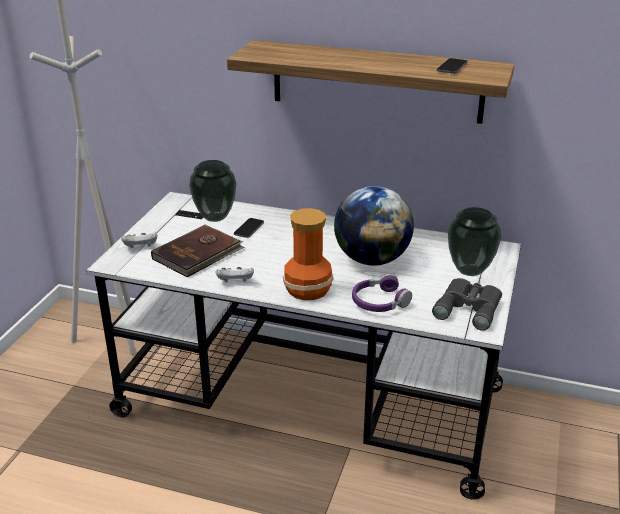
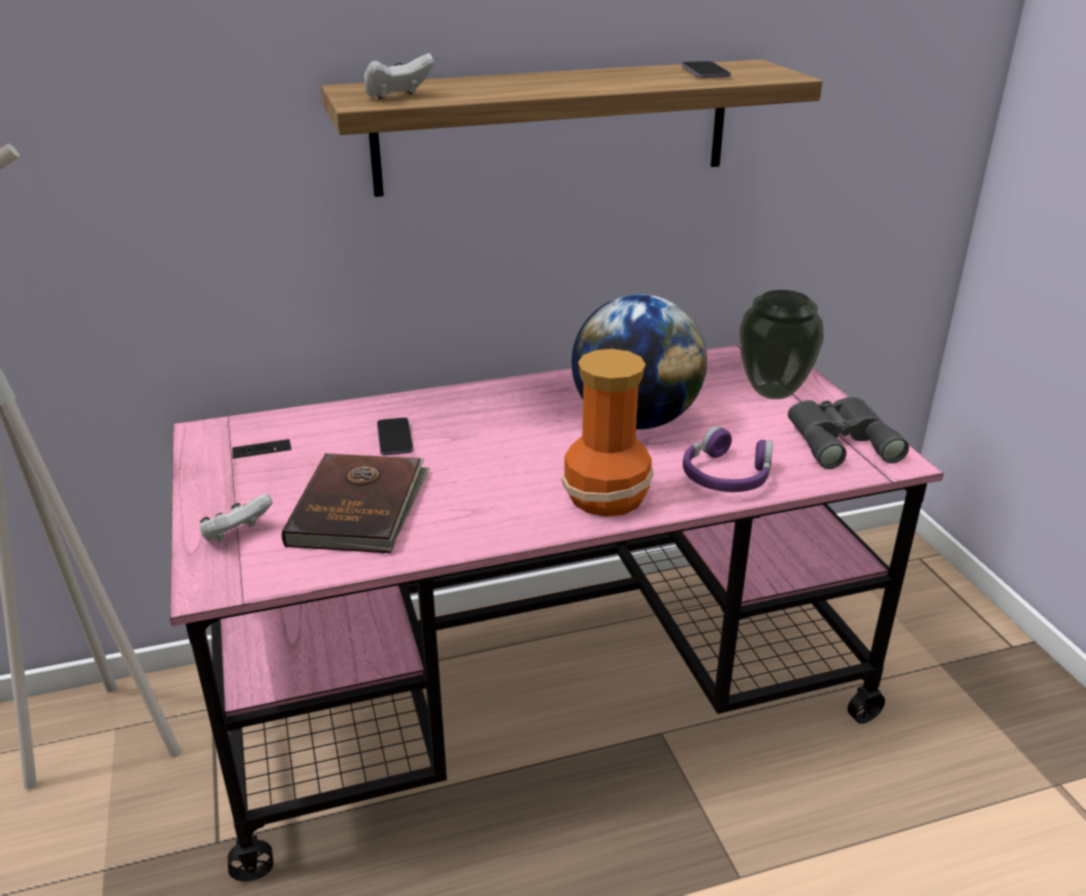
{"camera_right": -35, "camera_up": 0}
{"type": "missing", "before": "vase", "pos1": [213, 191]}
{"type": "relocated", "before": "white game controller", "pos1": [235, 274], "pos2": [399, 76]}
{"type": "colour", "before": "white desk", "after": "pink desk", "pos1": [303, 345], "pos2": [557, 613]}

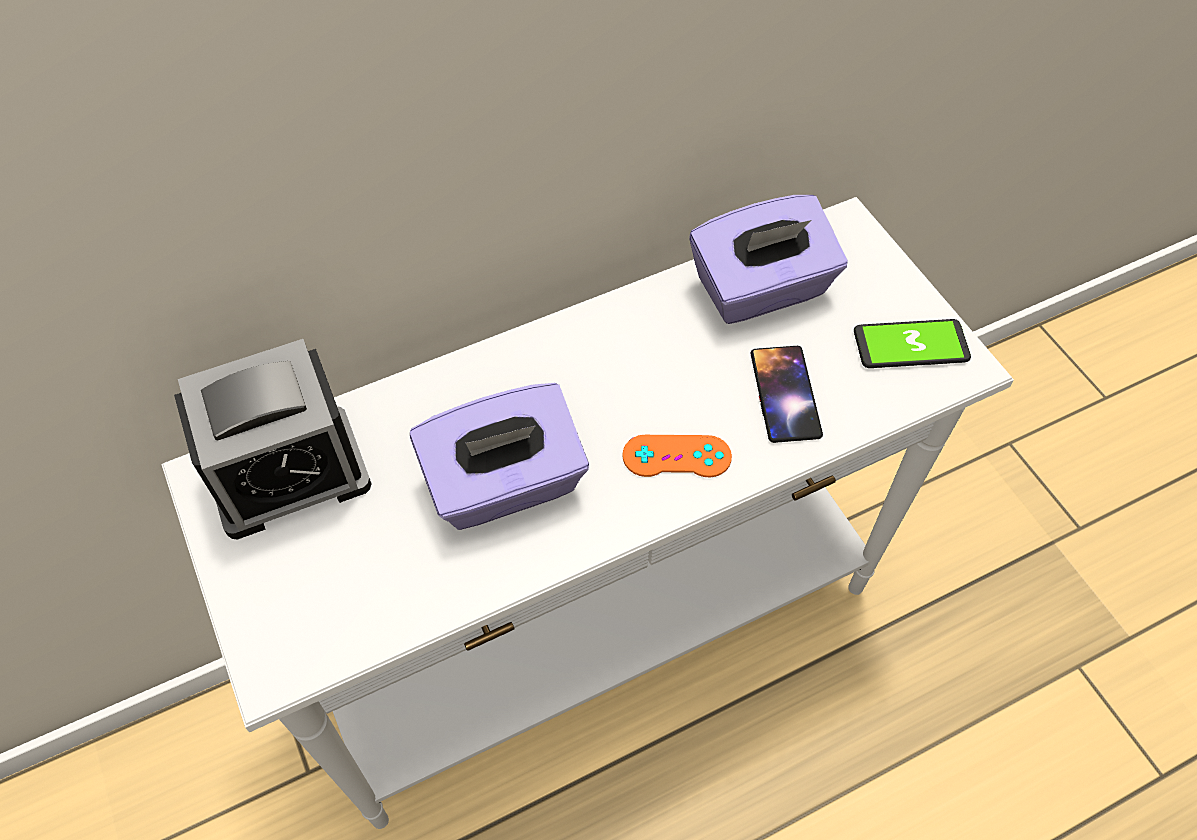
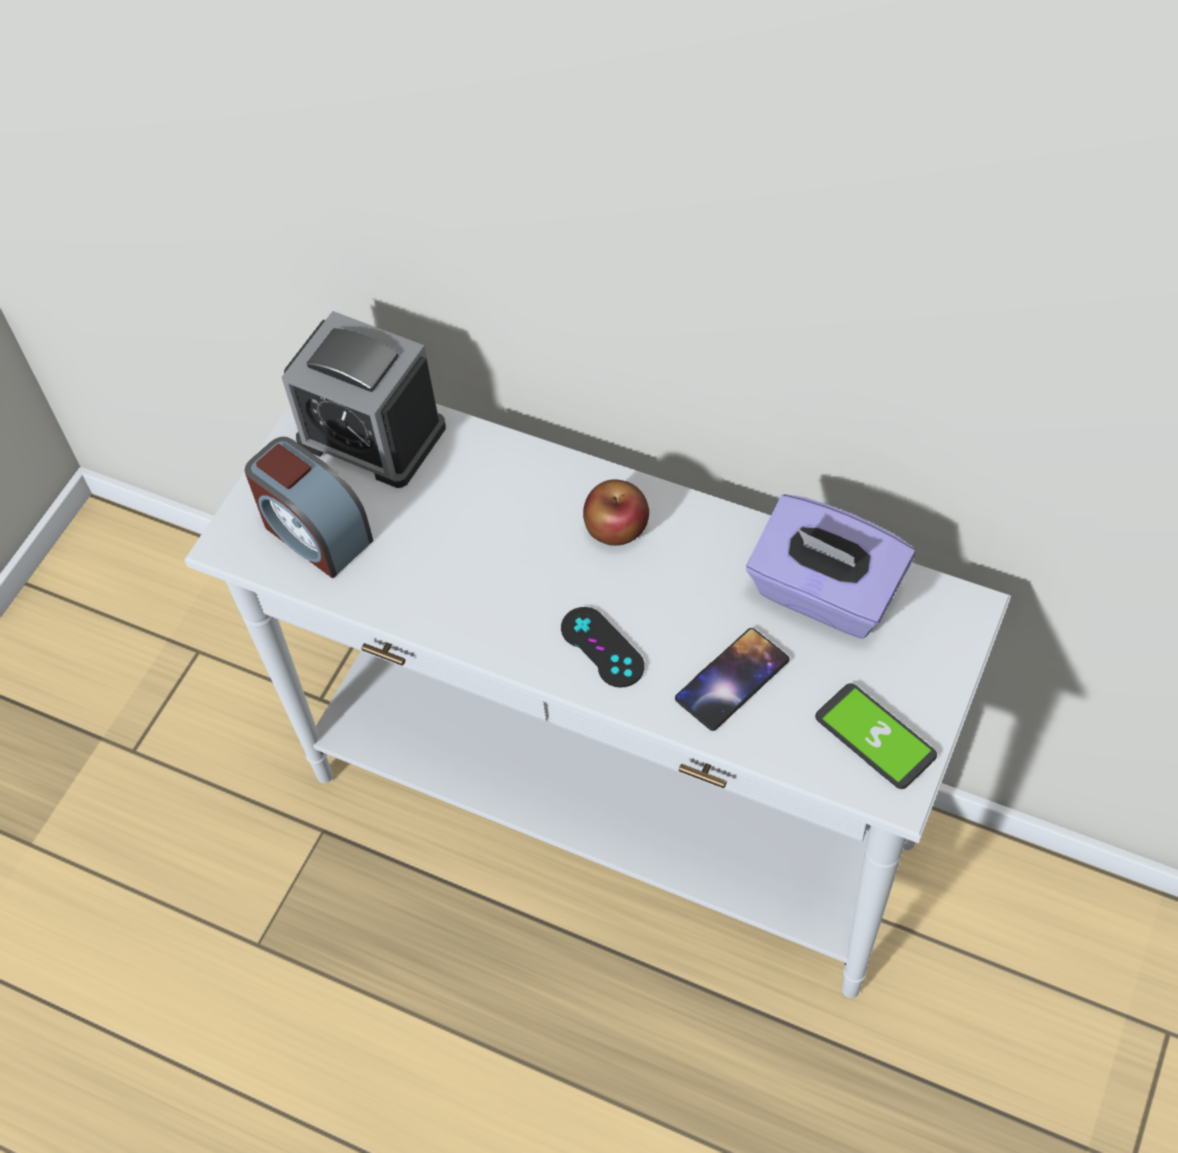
{"camera_right": 55, "camera_up": 0}
{"type": "missing", "before": "purple tissue box", "pos1": [499, 456]}
{"type": "appeared", "after": "alarm clock", "pos2": [309, 507]}
{"type": "appeared", "after": "apple", "pos2": [616, 512]}
{"type": "colour", "before": "orange game controller", "after": "black game controller", "pos1": [677, 456], "pos2": [603, 647]}

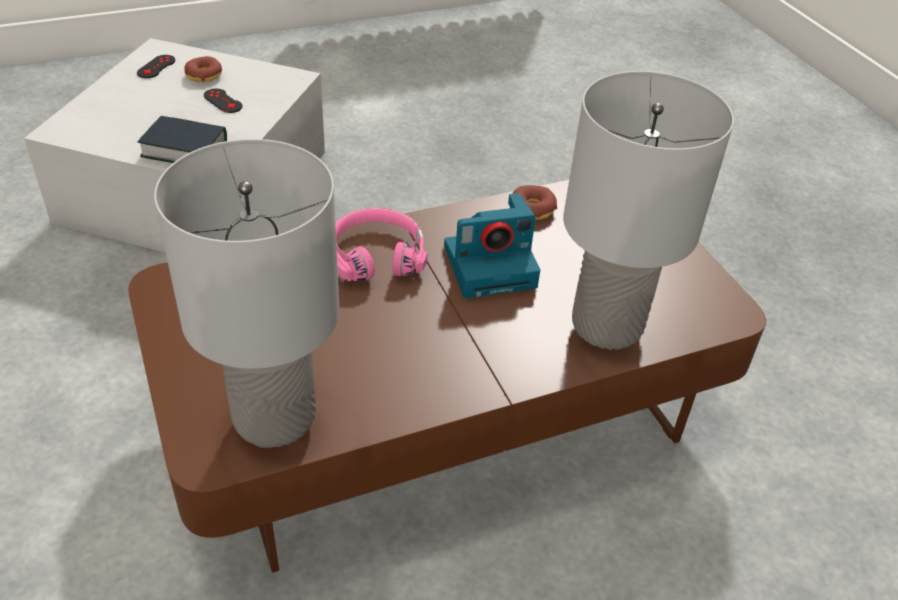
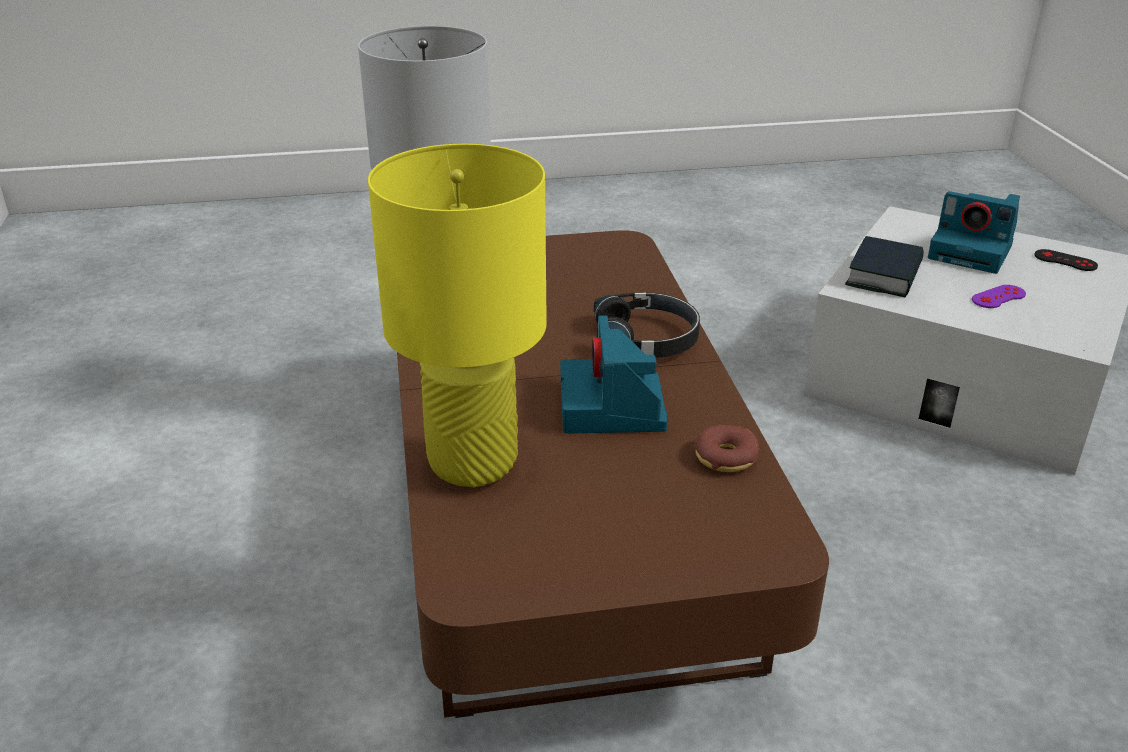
{"camera_right": 105, "camera_up": -10}
{"type": "missing", "before": "donut", "pos1": [203, 69]}
{"type": "appeared", "after": "photo camera", "pos2": [974, 232]}
{"type": "colour", "before": "black game controller", "after": "purple game controller", "pos1": [223, 101], "pos2": [999, 296]}
{"type": "colour", "before": "pink headphones", "after": "black headphones", "pos1": [381, 244], "pos2": [647, 325]}
{"type": "colour", "before": "grey table lamp", "after": "yellow table lamp", "pos1": [648, 210], "pos2": [457, 315]}

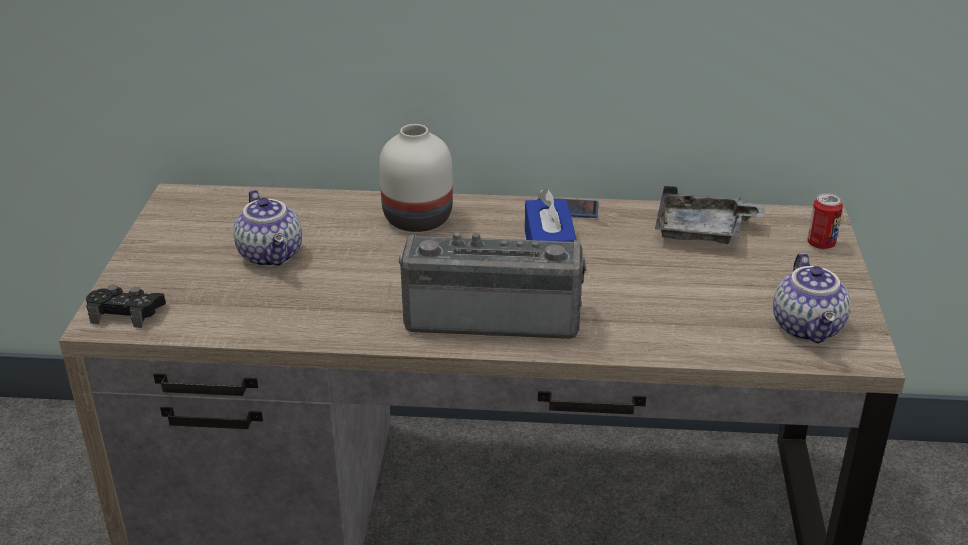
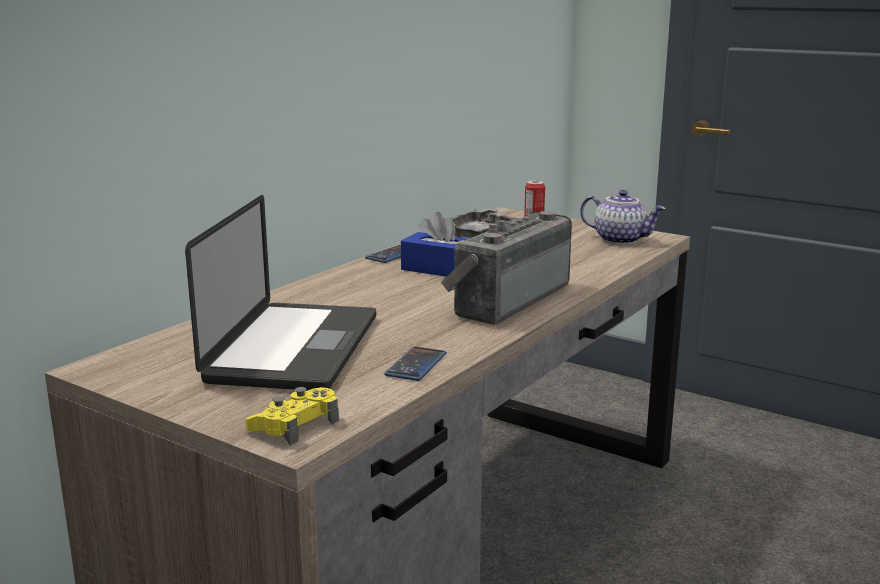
{"camera_right": -60, "camera_up": -15}
{"type": "missing", "before": "white vase", "pos1": [416, 178]}
{"type": "appeared", "after": "phone", "pos2": [415, 363]}
{"type": "exchanged", "before": "teapot", "after": "laptop", "pos1": [267, 228], "pos2": [280, 292]}
{"type": "colour", "before": "black game controller", "after": "yellow game controller", "pos1": [126, 306], "pos2": [292, 416]}

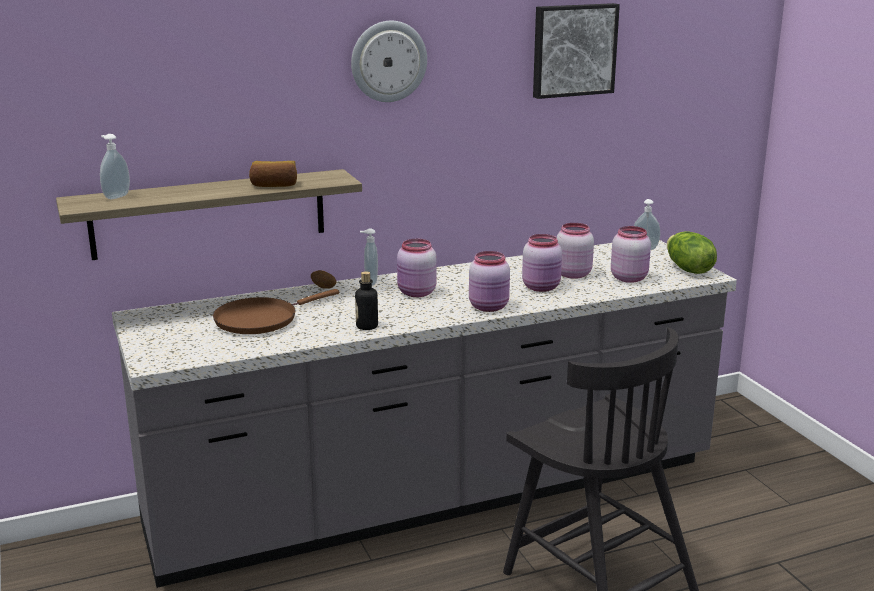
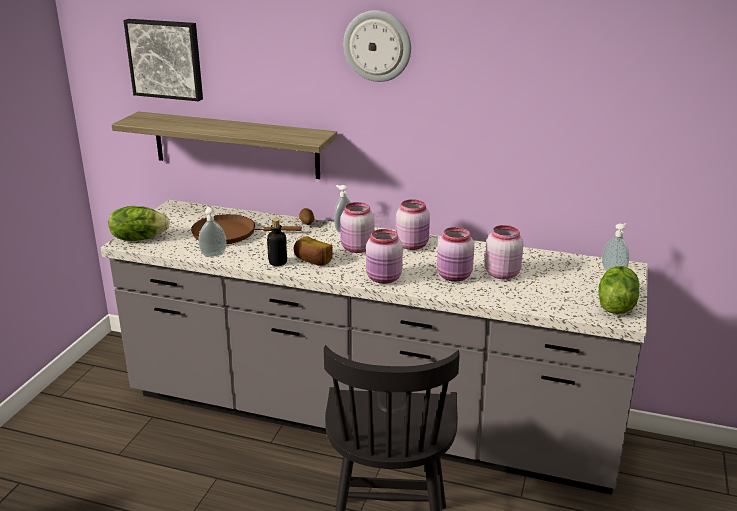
{"camera_right": 40, "camera_up": 5}
{"type": "appeared", "after": "lettuce", "pos2": [139, 223]}
{"type": "relocated", "before": "soap dispenser", "pos1": [115, 166], "pos2": [212, 232]}
{"type": "relocated", "before": "bread", "pos1": [273, 174], "pos2": [313, 251]}
{"type": "relocated", "before": "picture", "pos1": [576, 51], "pos2": [163, 60]}
{"type": "relocated", "before": "pink jar", "pos1": [631, 254], "pos2": [413, 224]}

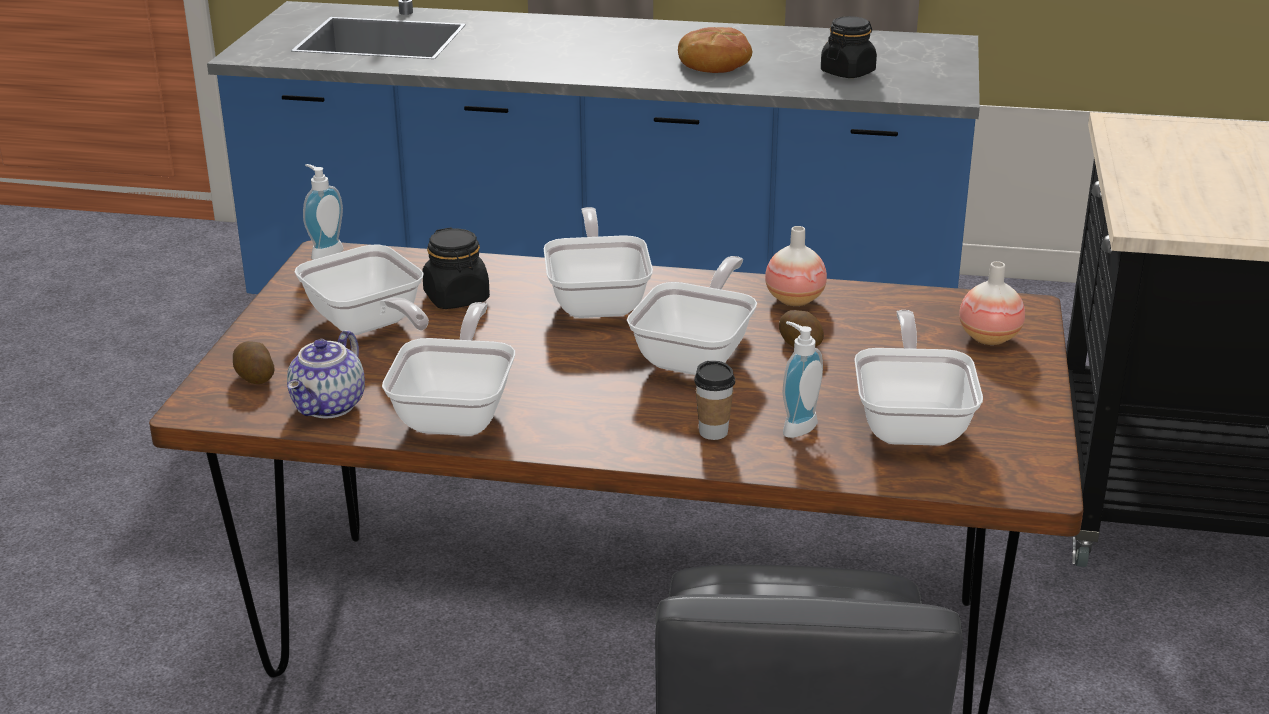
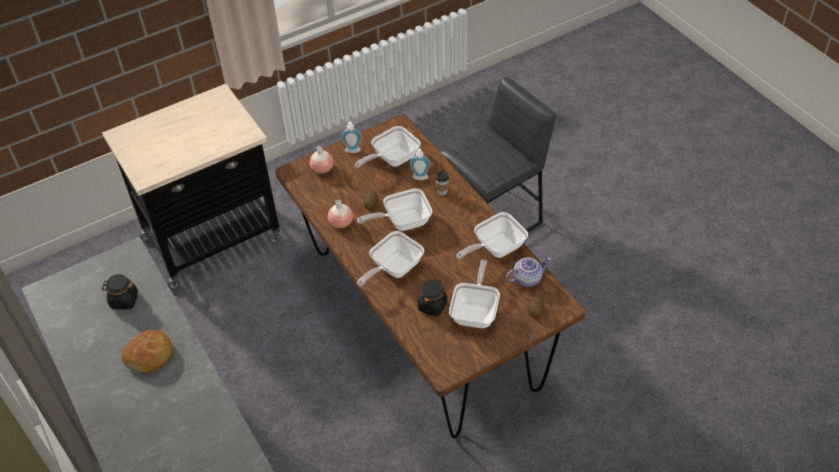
{"camera_right": -130, "camera_up": 20}
{"type": "relocated", "before": "soap dispenser", "pos1": [323, 212], "pos2": [351, 137]}

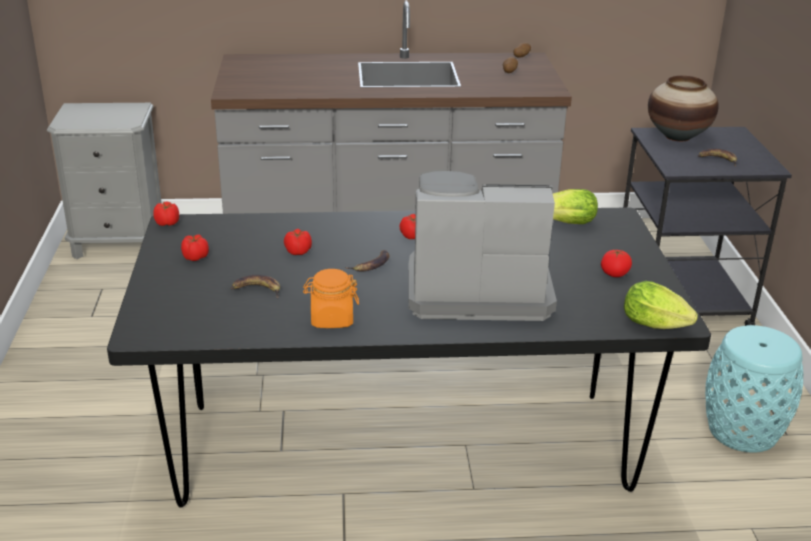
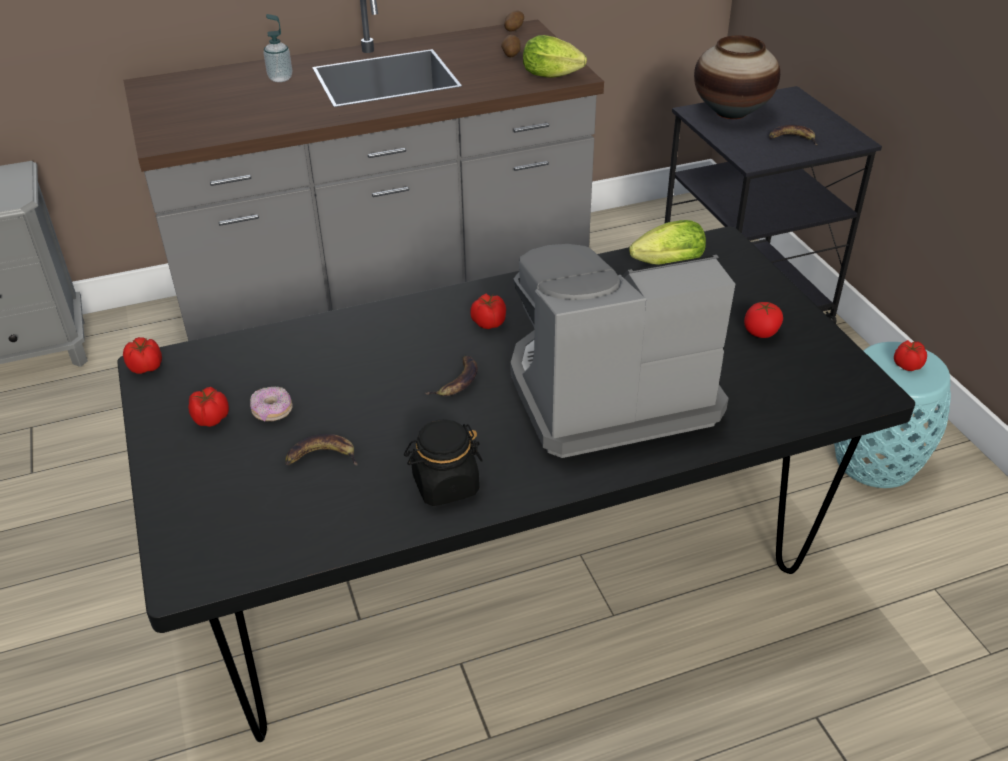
{"camera_right": -15, "camera_up": 10}
{"type": "appeared", "after": "donut", "pos2": [271, 404]}
{"type": "appeared", "after": "soap dispenser", "pos2": [277, 48]}
{"type": "relocated", "before": "tomato", "pos1": [298, 242], "pos2": [910, 355]}
{"type": "relocated", "before": "lettuce", "pos1": [661, 305], "pos2": [555, 56]}
{"type": "colour", "before": "orange jar", "after": "black jar", "pos1": [331, 298], "pos2": [443, 462]}

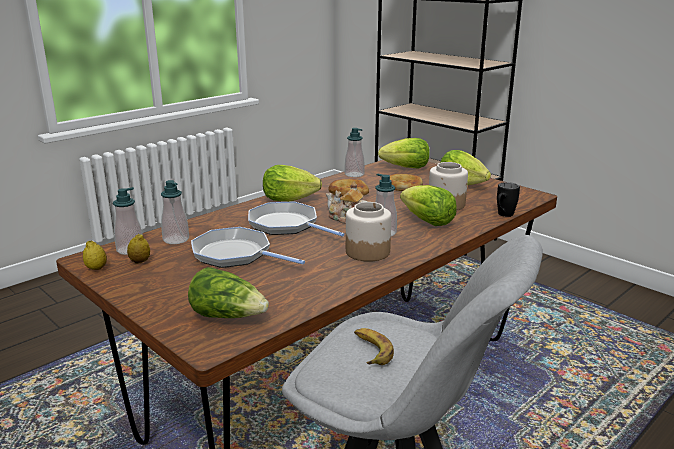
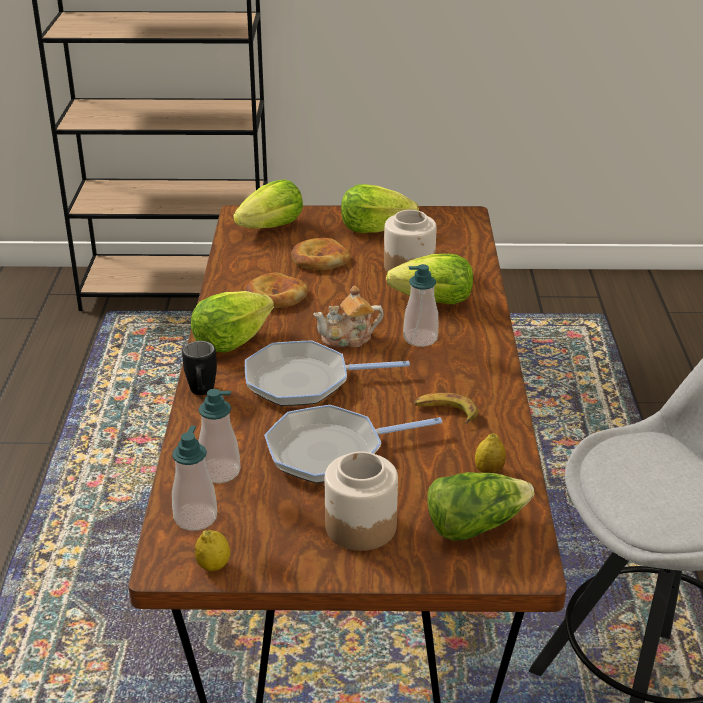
{"camera_right": -45, "camera_up": 10}
{"type": "missing", "before": "soap dispenser", "pos1": [355, 152]}
{"type": "relocated", "before": "lemon", "pos1": [138, 249], "pos2": [490, 453]}
{"type": "relocated", "before": "jar", "pos1": [368, 232], "pos2": [361, 501]}
{"type": "relocated", "before": "banana", "pos1": [374, 346], "pos2": [446, 408]}
{"type": "relocated", "before": "black mug", "pos1": [508, 199], "pos2": [199, 368]}

